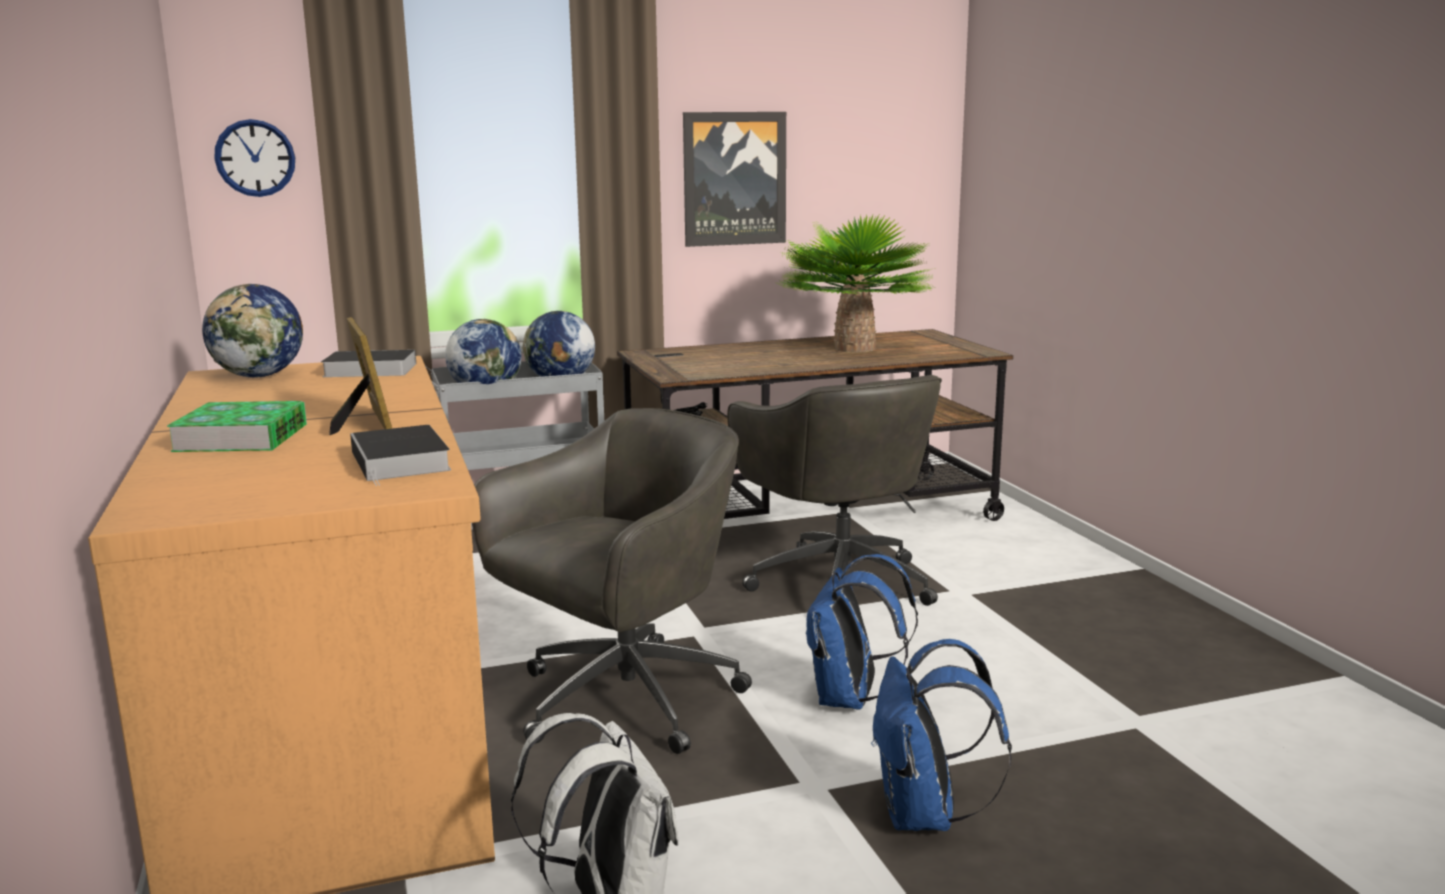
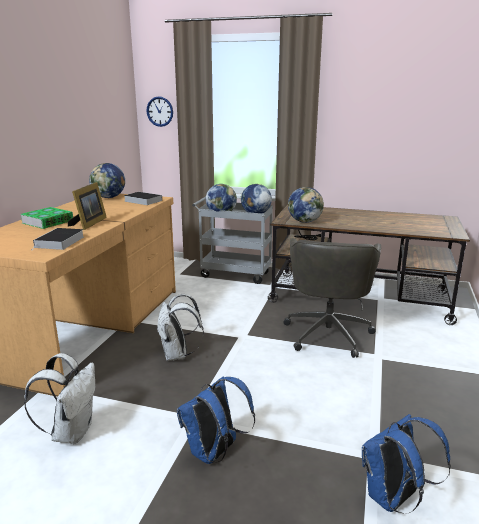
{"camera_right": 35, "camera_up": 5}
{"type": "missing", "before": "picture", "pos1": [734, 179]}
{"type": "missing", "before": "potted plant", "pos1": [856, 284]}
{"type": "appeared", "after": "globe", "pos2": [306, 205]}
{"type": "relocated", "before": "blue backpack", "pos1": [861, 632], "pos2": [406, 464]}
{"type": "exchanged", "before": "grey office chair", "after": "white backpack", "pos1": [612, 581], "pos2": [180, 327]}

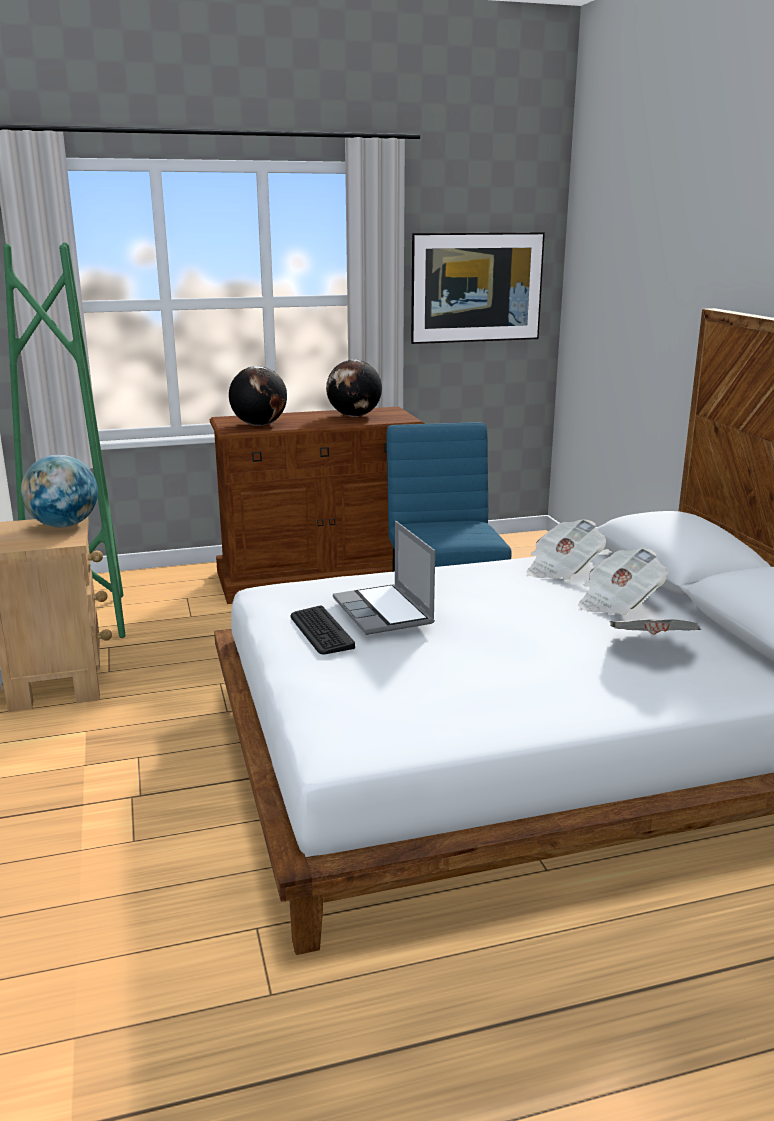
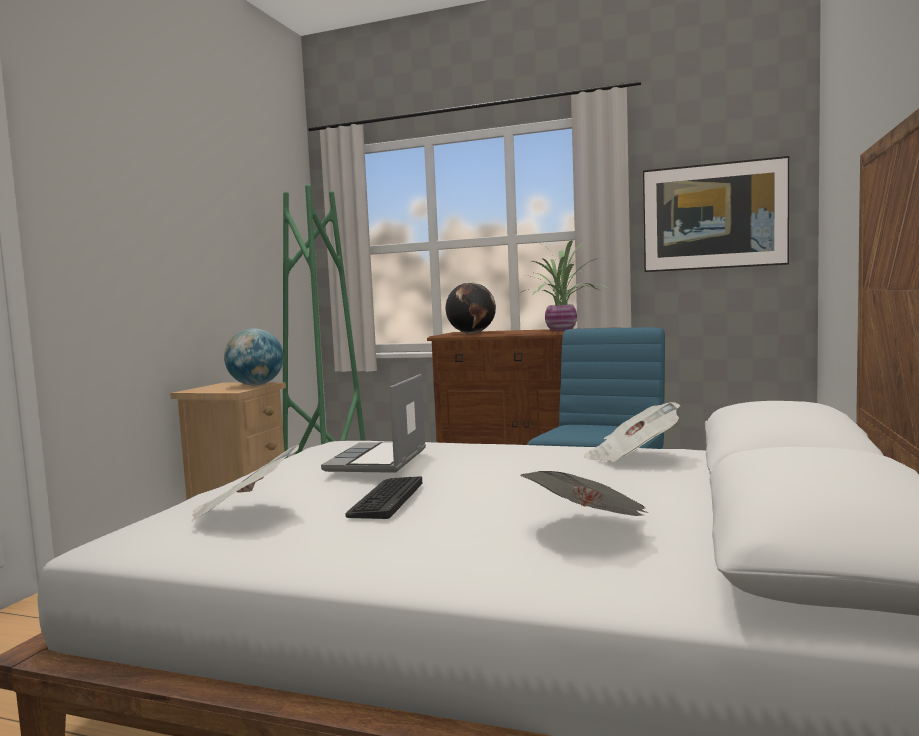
{"camera_right": 35, "camera_up": -15}
{"type": "relocated", "before": "keyboard", "pos1": [323, 629], "pos2": [383, 497]}
{"type": "relocated", "before": "newspaper", "pos1": [622, 582], "pos2": [245, 483]}
{"type": "exchanged", "before": "globe", "after": "potted plant", "pos1": [354, 388], "pos2": [563, 286]}

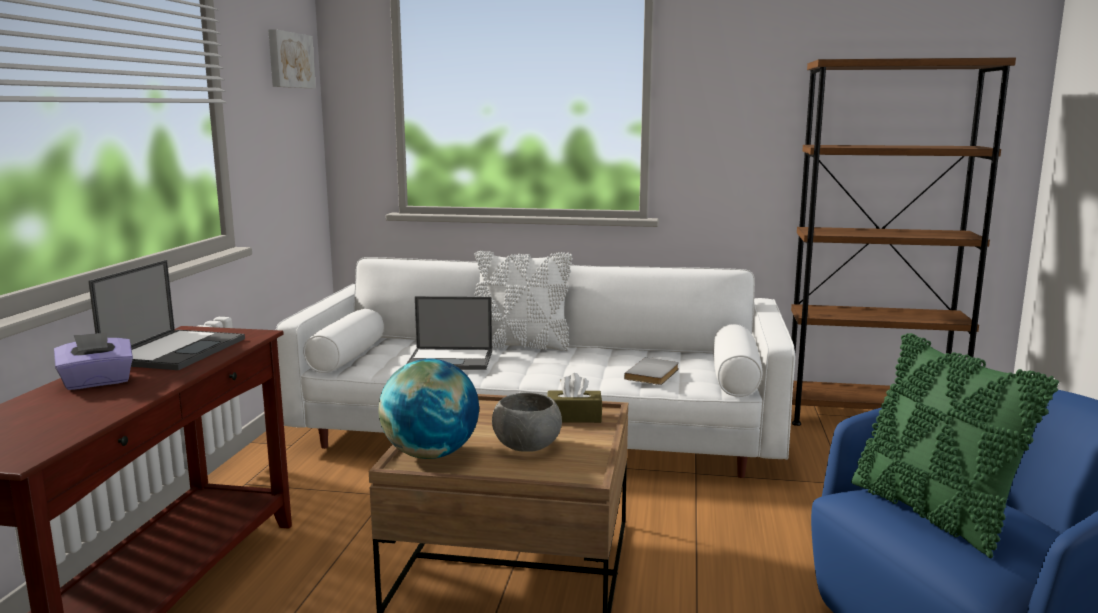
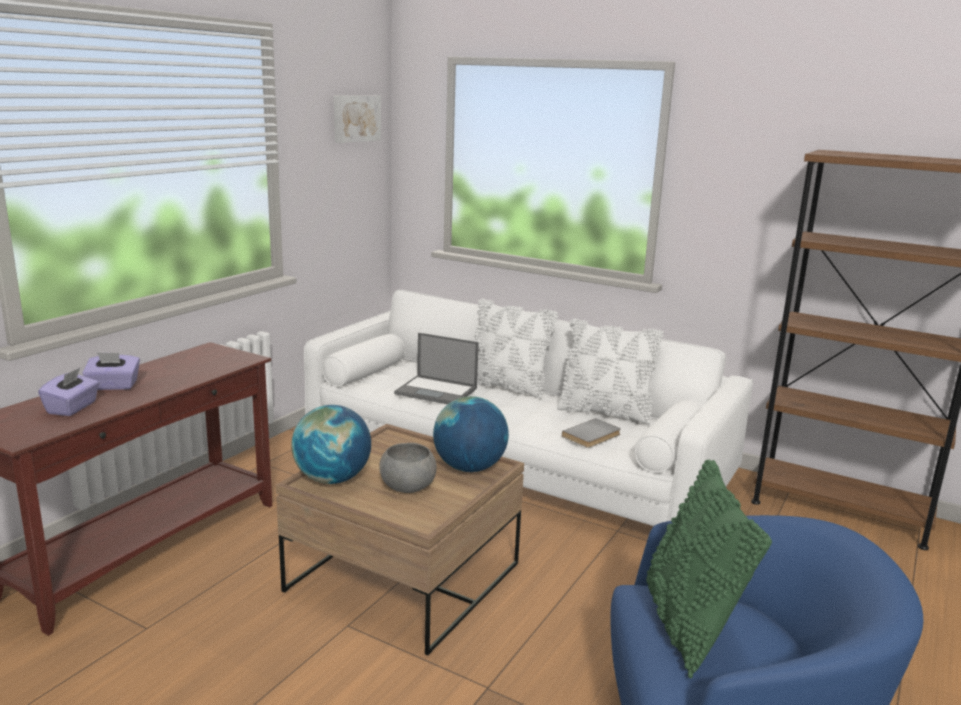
{"camera_right": 20, "camera_up": 5}
{"type": "missing", "before": "laptop", "pos1": [166, 315]}
{"type": "appeared", "after": "purple tissue box", "pos2": [68, 392]}
{"type": "appeared", "after": "white pillow", "pos2": [610, 371]}
{"type": "exchanged", "before": "brown tissue box", "after": "globe", "pos1": [574, 398], "pos2": [471, 434]}

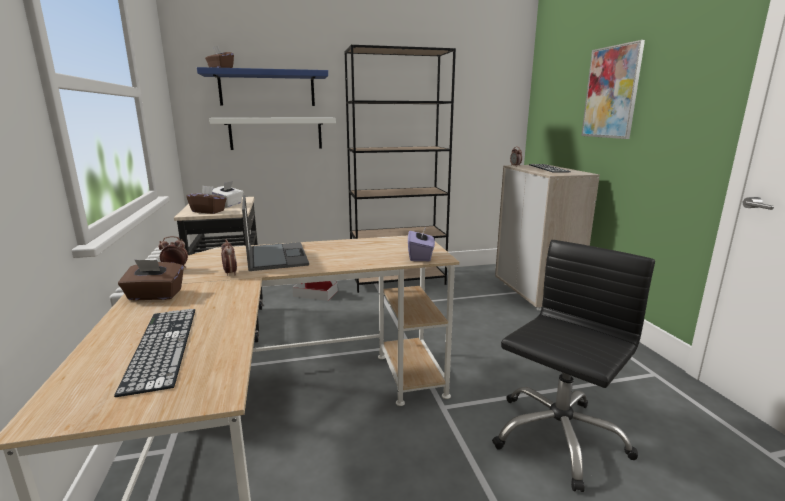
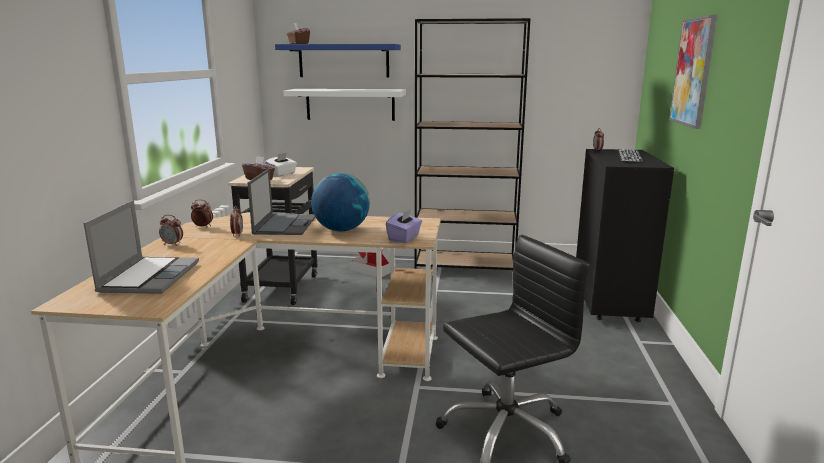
{"camera_right": 20, "camera_up": 0}
{"type": "appeared", "after": "globe", "pos2": [340, 202]}
{"type": "exchanged", "before": "keyboard", "after": "laptop", "pos1": [154, 353], "pos2": [141, 247]}
{"type": "exchanged", "before": "brown tissue box", "after": "alarm clock", "pos1": [151, 280], "pos2": [171, 230]}
{"type": "colour", "before": "beige cabinet", "after": "black cabinet", "pos1": [547, 238], "pos2": [625, 235]}

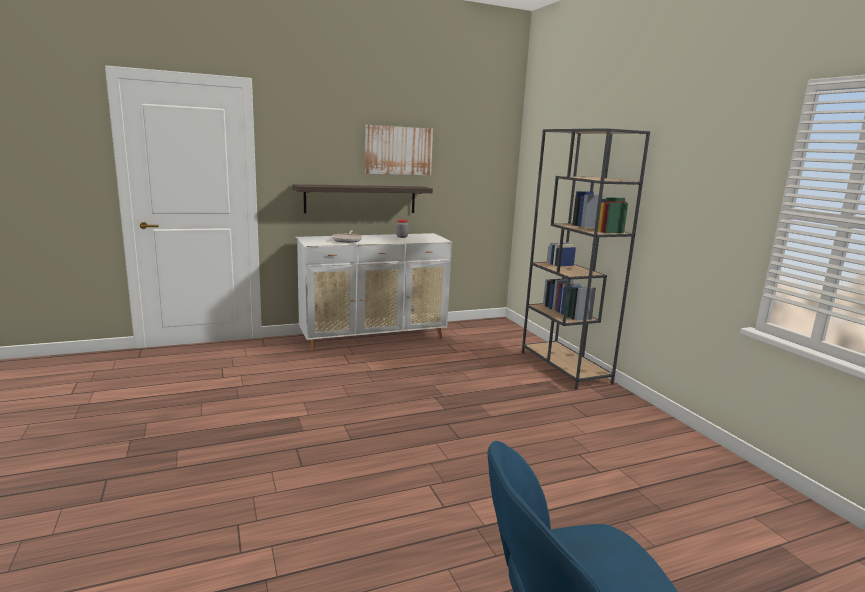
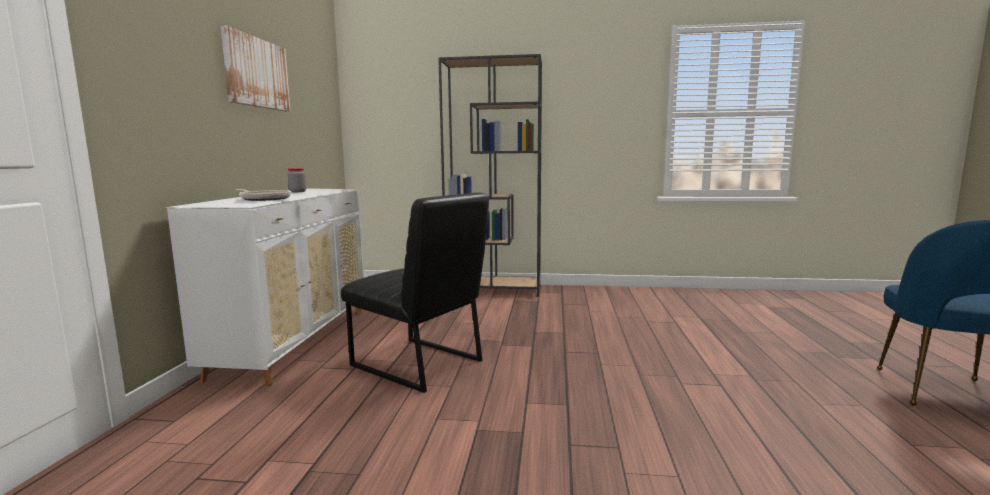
{"camera_right": -60, "camera_up": -5}
{"type": "missing", "before": "shelf", "pos1": [362, 198]}
{"type": "appeared", "after": "black chair", "pos2": [415, 293]}

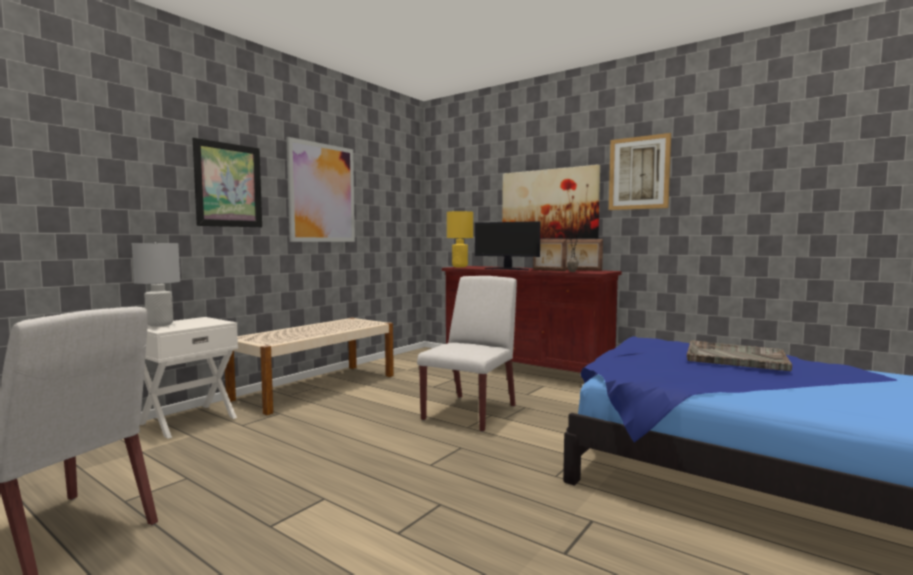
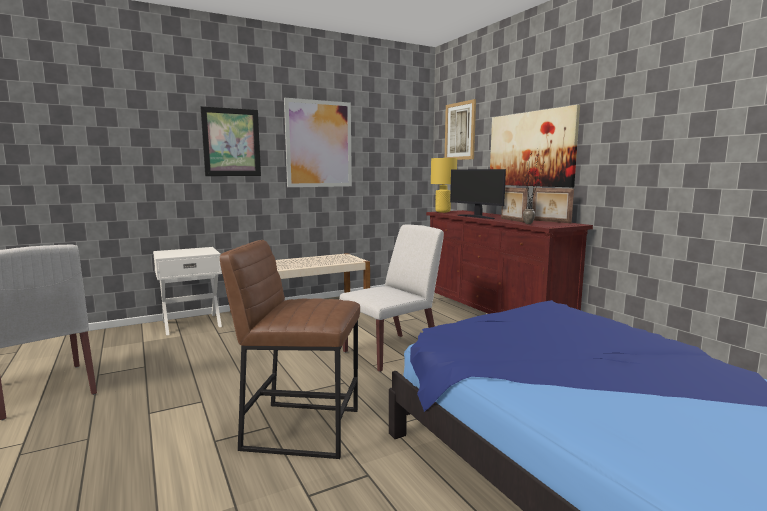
{"camera_right": 25, "camera_up": 5}
{"type": "missing", "before": "grey table lamp", "pos1": [156, 284]}
{"type": "missing", "before": "grey tray", "pos1": [739, 355]}
{"type": "appeared", "after": "brown chair", "pos2": [290, 349]}
{"type": "relocated", "before": "picture", "pos1": [640, 171], "pos2": [460, 129]}

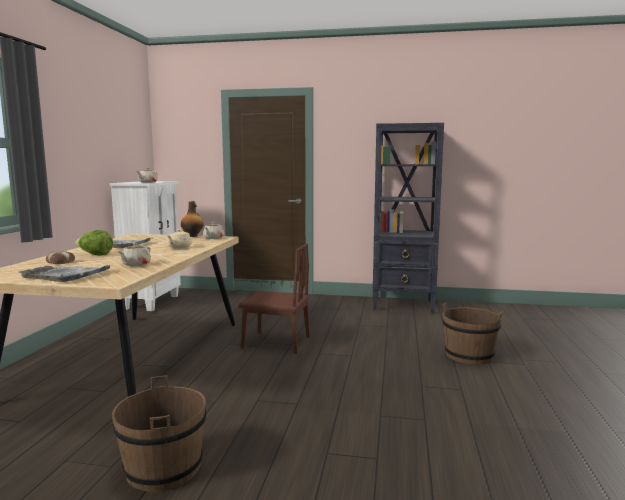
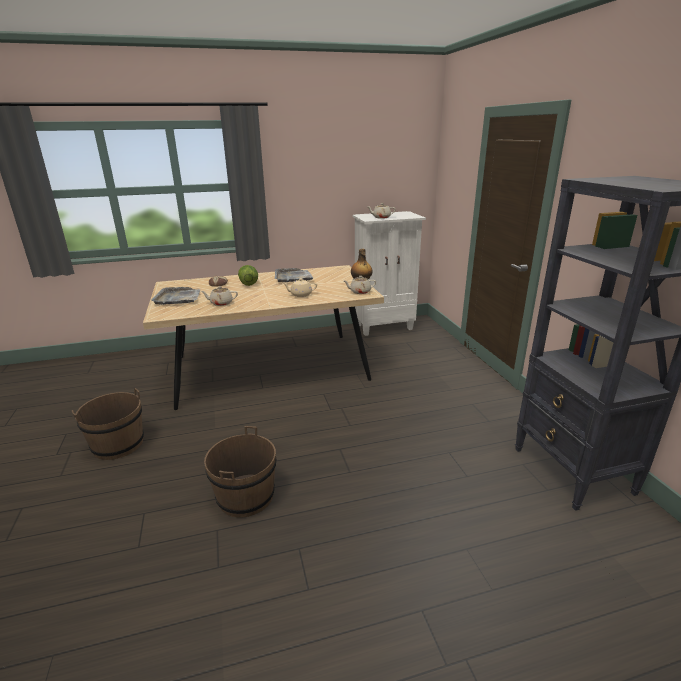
{"camera_right": 65, "camera_up": 15}
{"type": "missing", "before": "brown chair", "pos1": [274, 299]}
{"type": "relocated", "before": "brown bucket", "pos1": [472, 334], "pos2": [240, 472]}

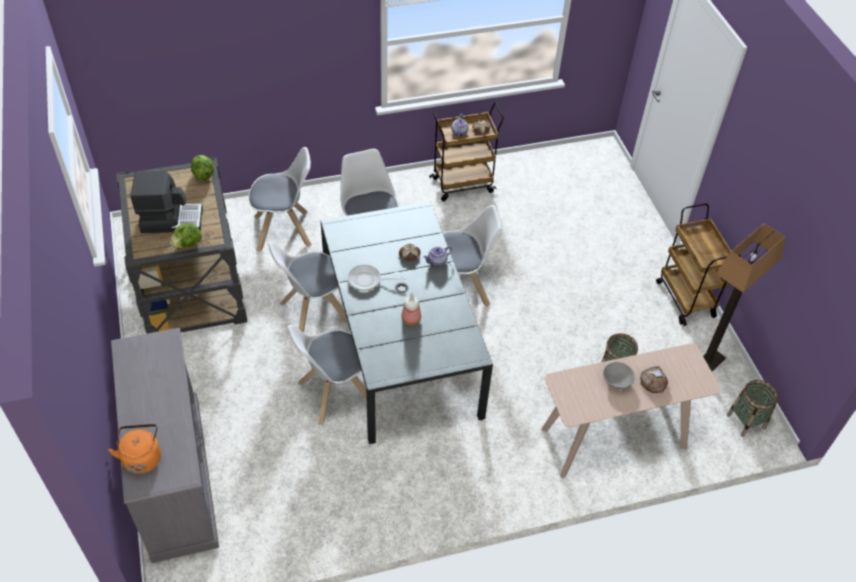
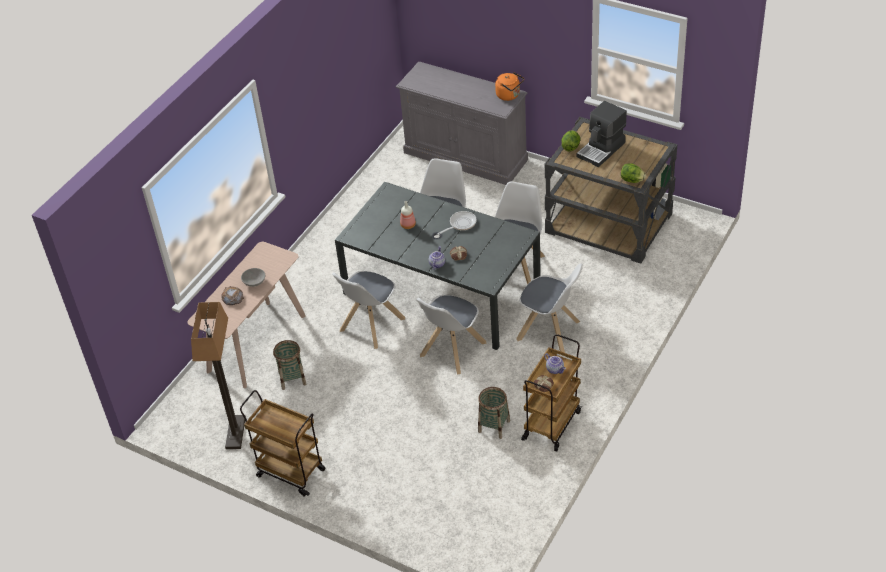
{"camera_right": 140, "camera_up": -5}
{"type": "relocated", "before": "orange kettle", "pos1": [134, 449], "pos2": [509, 86]}
{"type": "relocated", "before": "chair", "pos1": [280, 199], "pos2": [368, 310]}
{"type": "relocated", "before": "basket", "pos1": [752, 408], "pos2": [494, 413]}

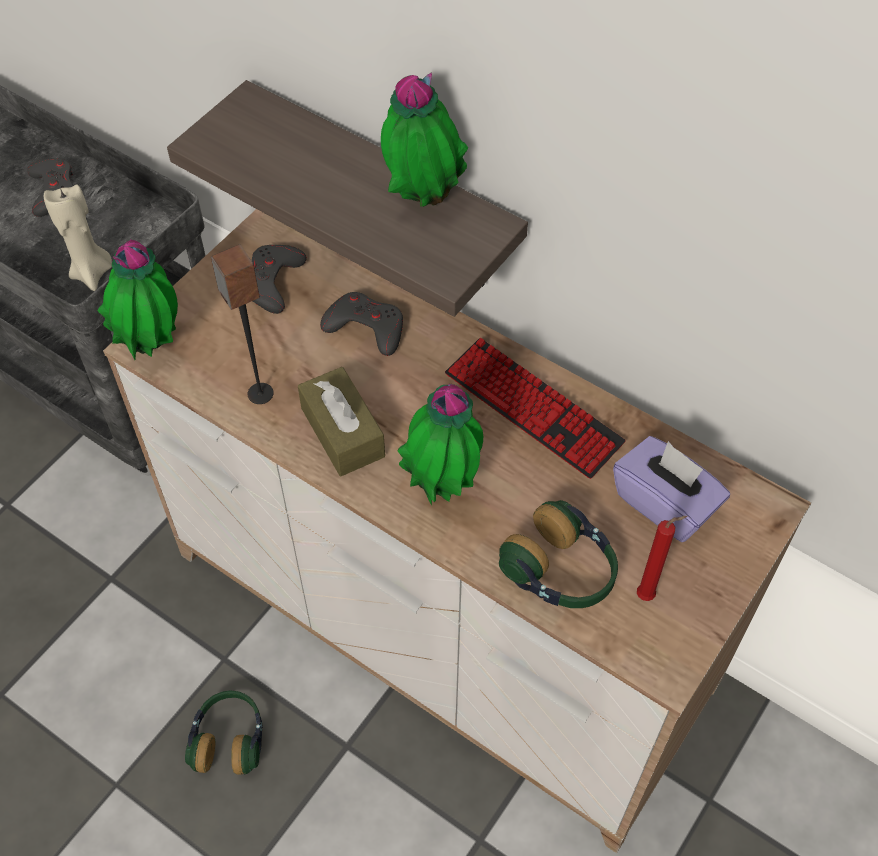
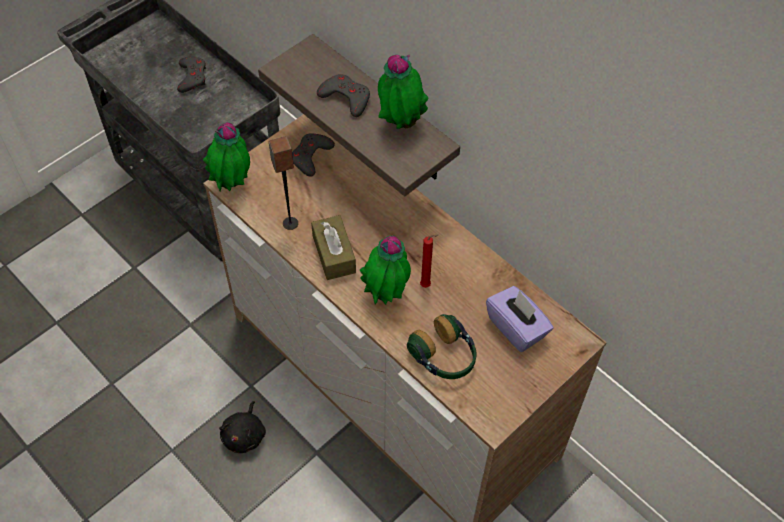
{"camera_right": 10, "camera_up": 0}
{"type": "missing", "before": "beige candle", "pos1": [78, 238]}
{"type": "missing", "before": "keyboard", "pos1": [535, 408]}
{"type": "relocated", "before": "grey game controller", "pos1": [361, 324], "pos2": [343, 95]}
{"type": "relocated", "before": "red candle", "pos1": [662, 558], "pos2": [429, 261]}
{"type": "exchanged", "before": "headphones", "after": "black plush toy", "pos1": [224, 733], "pos2": [242, 427]}

